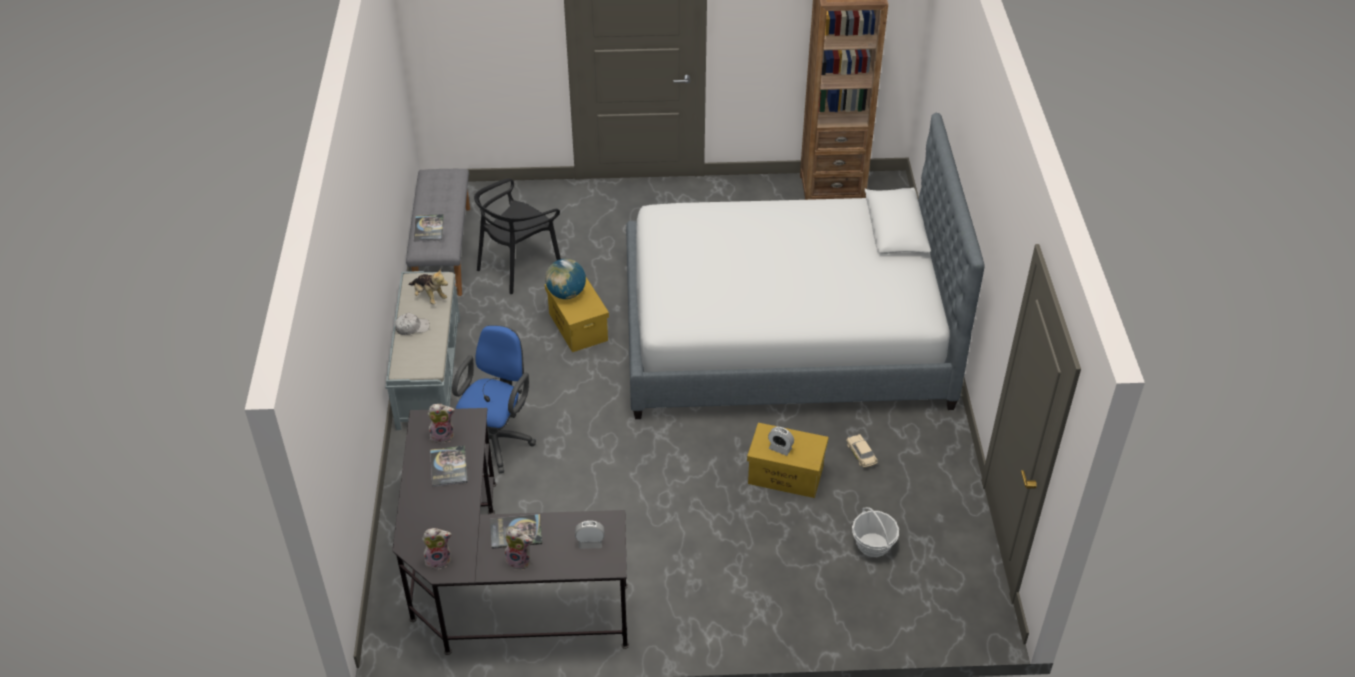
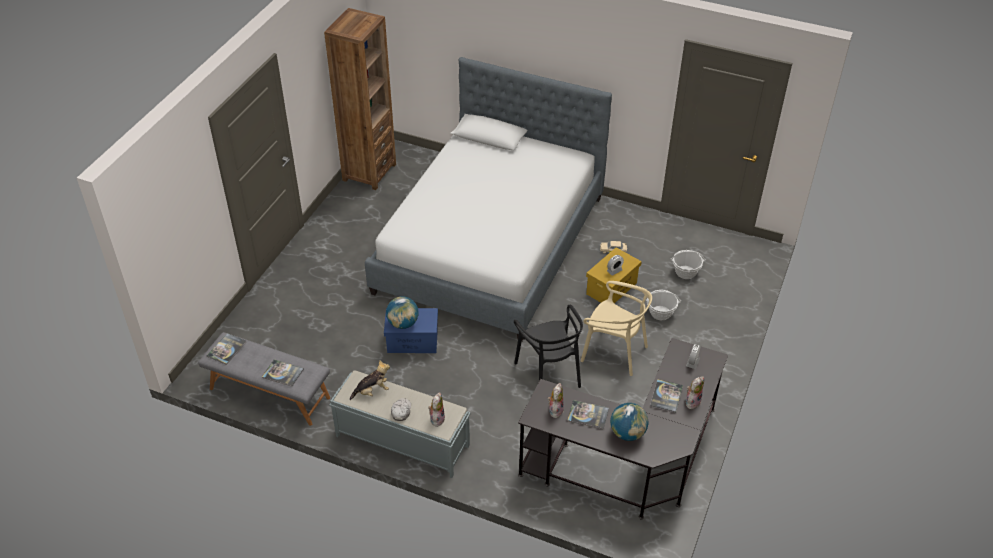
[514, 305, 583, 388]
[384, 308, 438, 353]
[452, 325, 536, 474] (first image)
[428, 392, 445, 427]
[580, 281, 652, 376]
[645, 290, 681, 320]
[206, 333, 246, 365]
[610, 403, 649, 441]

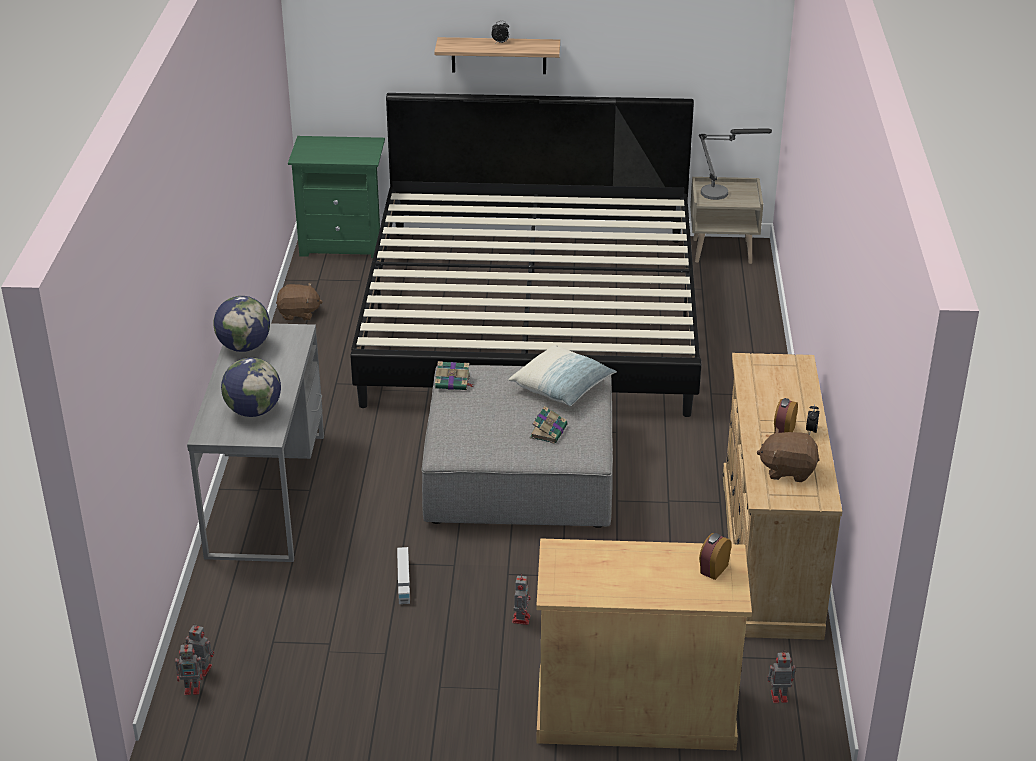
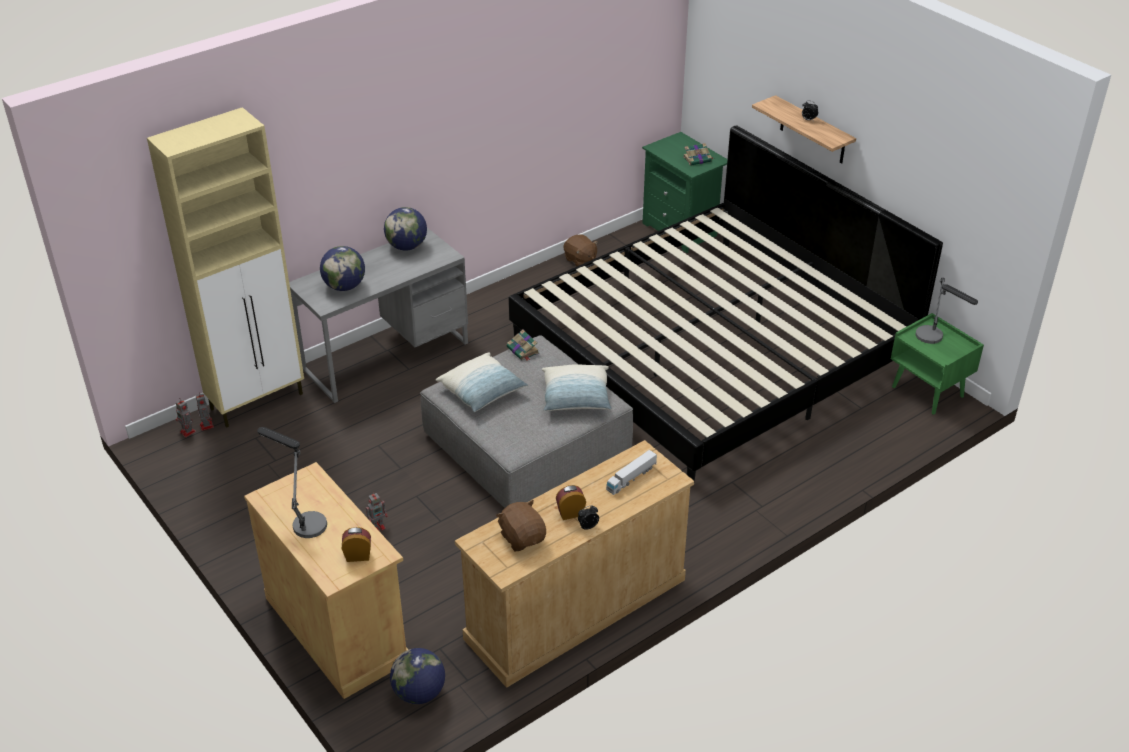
[891, 313, 984, 415]
[683, 143, 714, 166]
[606, 450, 657, 495]
[390, 648, 445, 704]
[147, 107, 304, 428]
[436, 352, 528, 412]
[257, 427, 327, 538]

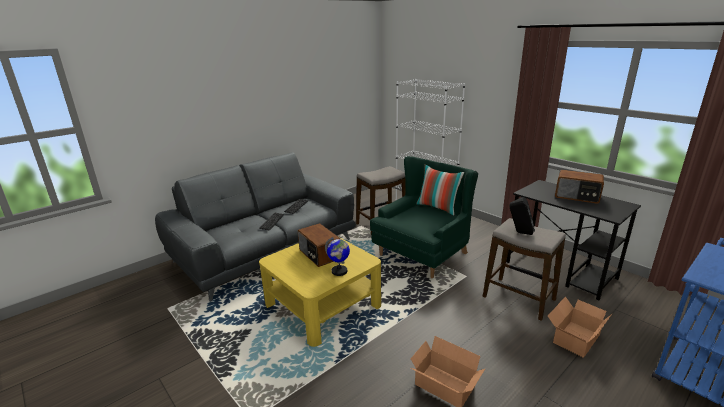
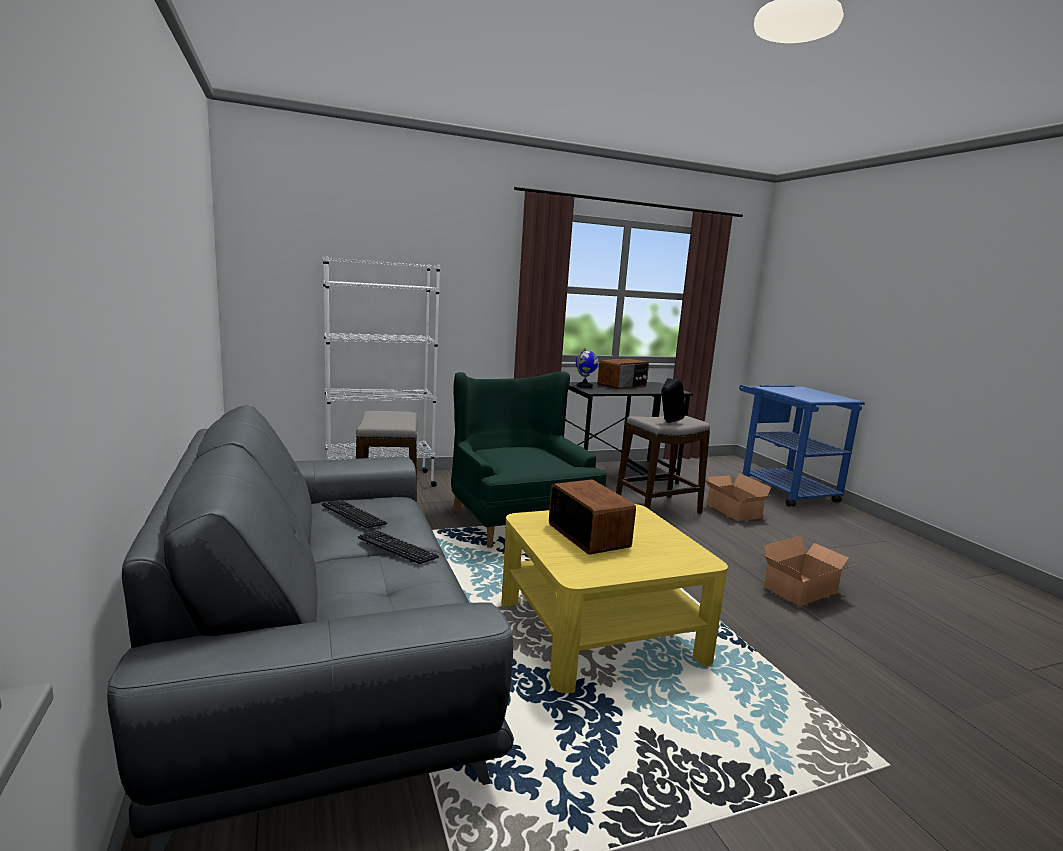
[416, 164, 464, 215] (first image)
[549, 479, 636, 555]
[576, 348, 598, 388]

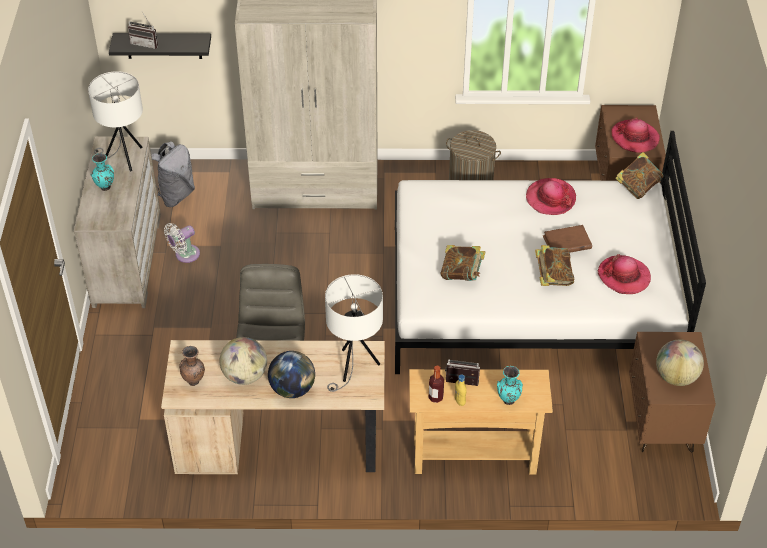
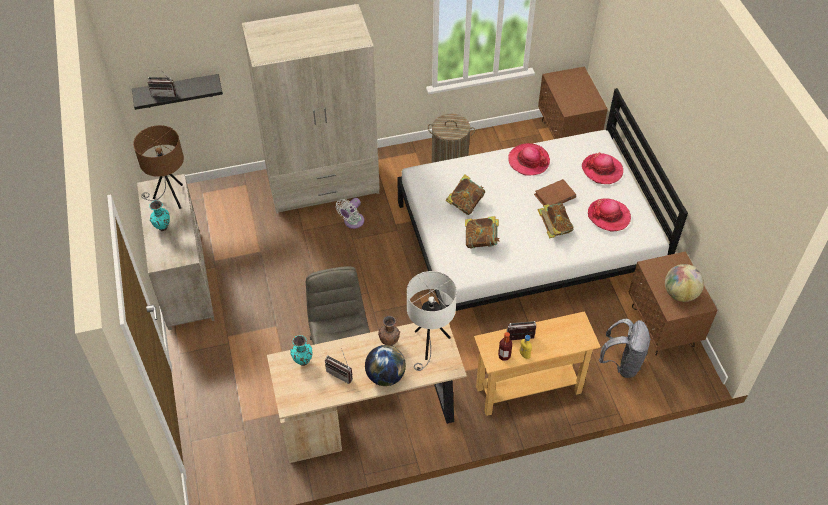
[133, 125, 184, 209]
[581, 152, 623, 184]
[599, 319, 651, 378]
[445, 174, 485, 215]
[336, 198, 364, 229]
[325, 348, 353, 384]
[378, 316, 400, 346]
[290, 335, 313, 366]

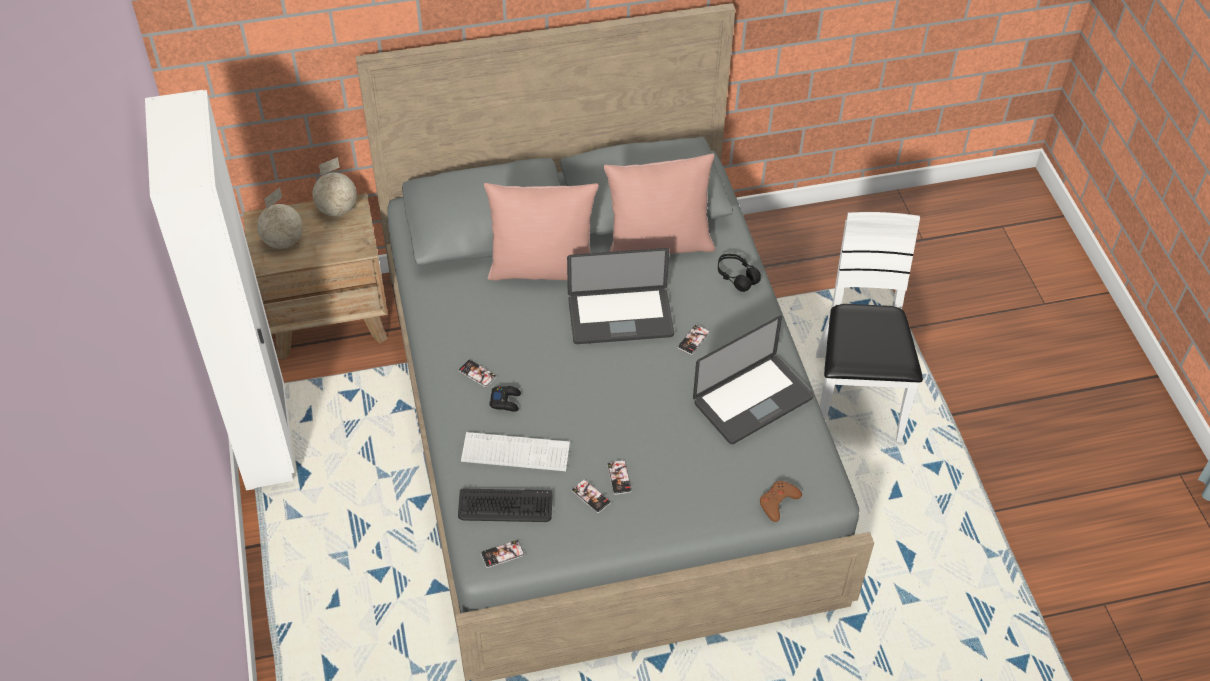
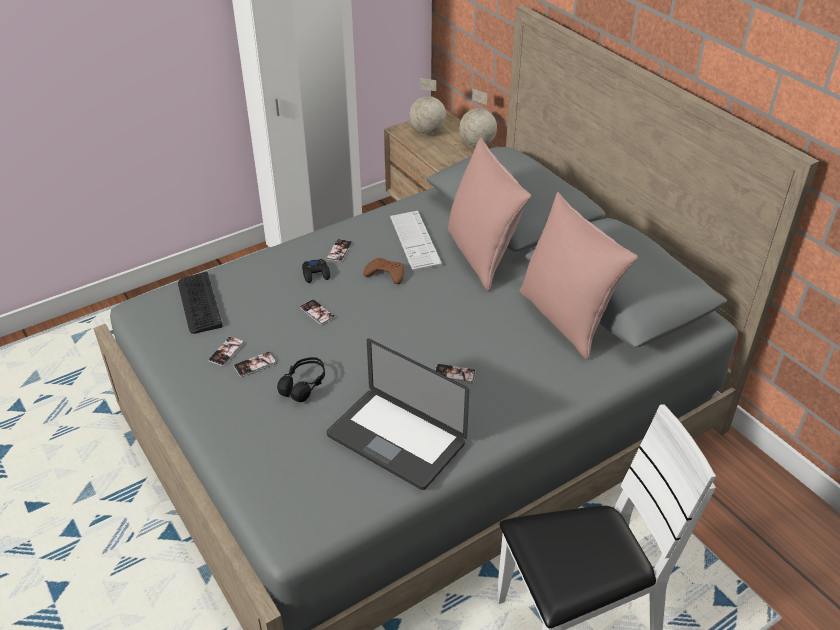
[567, 248, 674, 344] (first image)
[277, 357, 325, 402]
[390, 211, 442, 271]
[363, 258, 404, 284]
[300, 300, 335, 325]

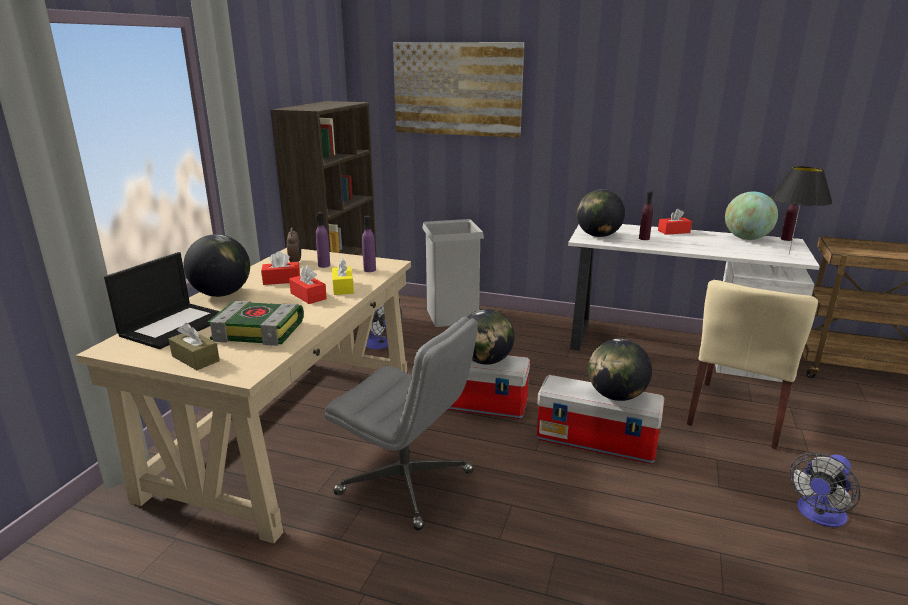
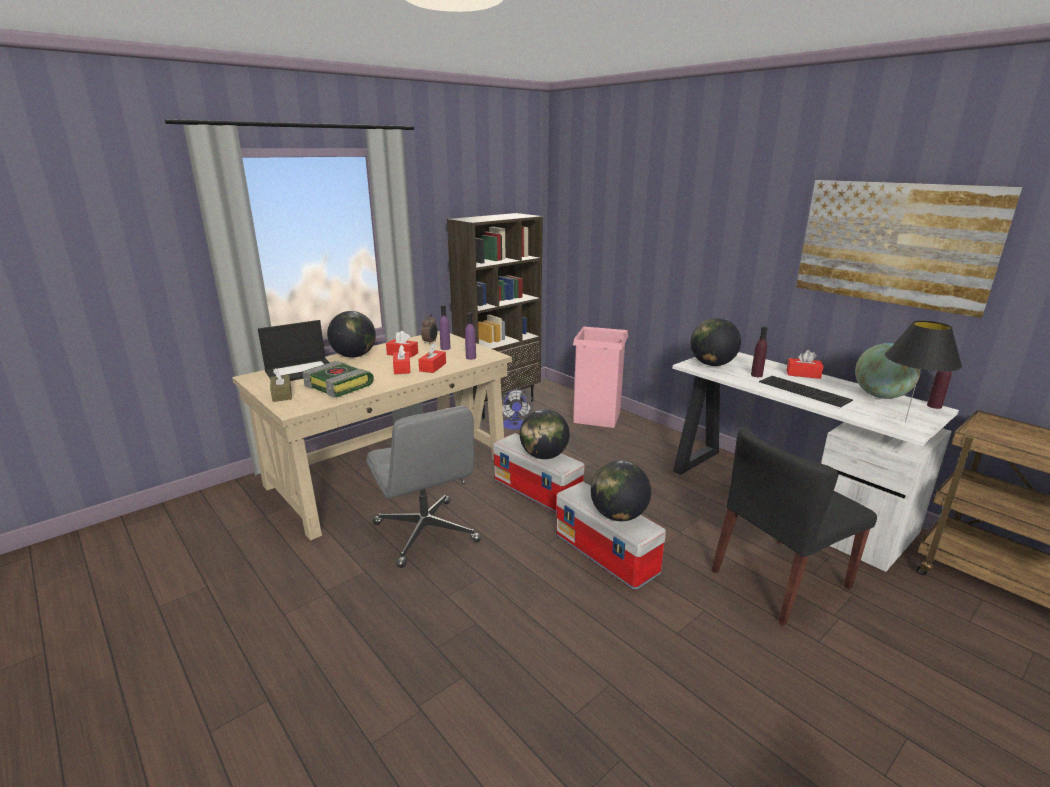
[796, 180, 1022, 318]
[573, 327, 628, 428]
[418, 343, 446, 373]
[711, 427, 877, 626]
[789, 453, 860, 527] (first image)
[759, 376, 853, 407]

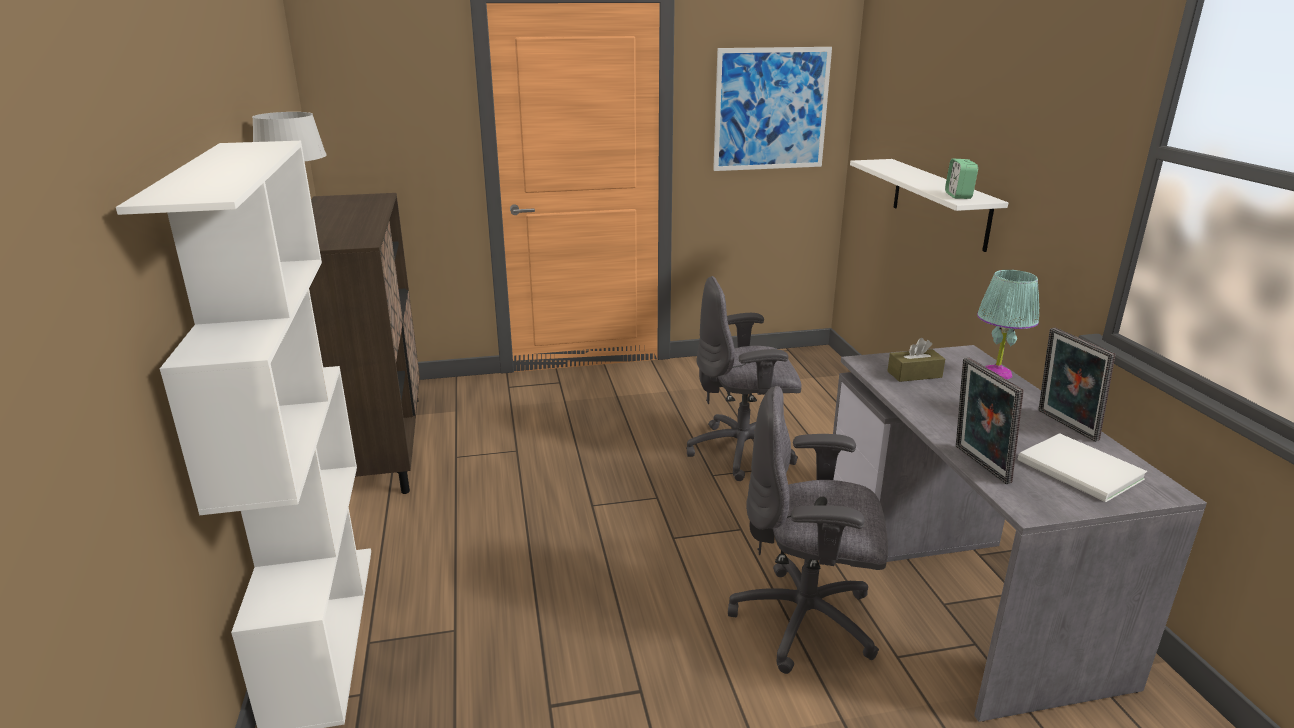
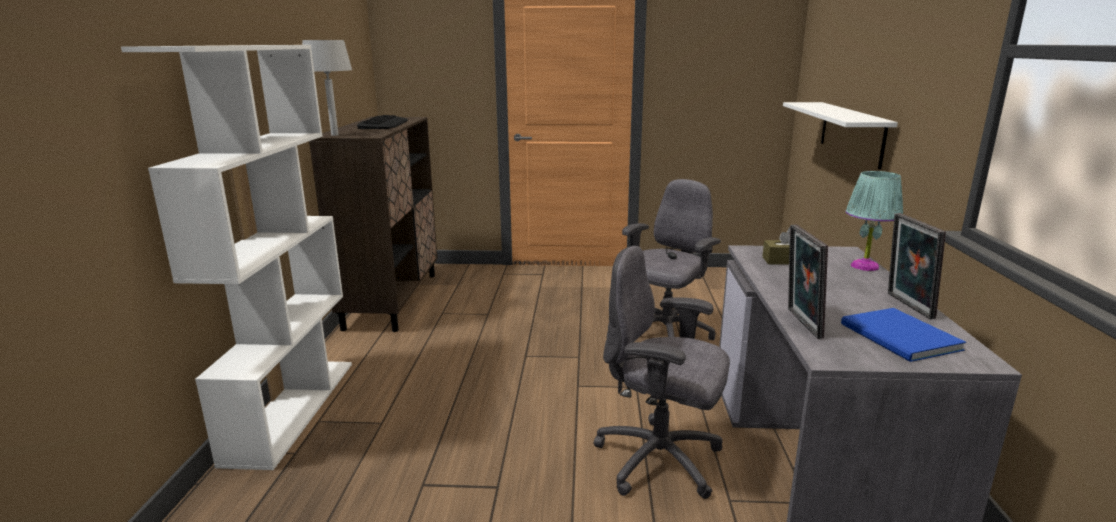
[713, 47, 832, 171] (first image)
[945, 159, 978, 199] (first image)
[622, 179, 721, 340]
[841, 308, 966, 362]
[357, 115, 408, 129]

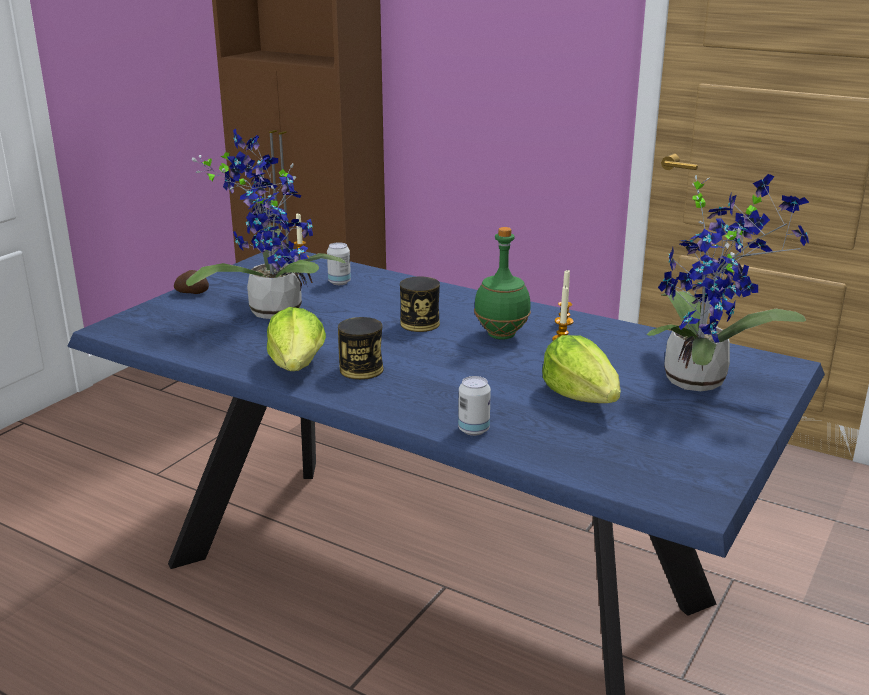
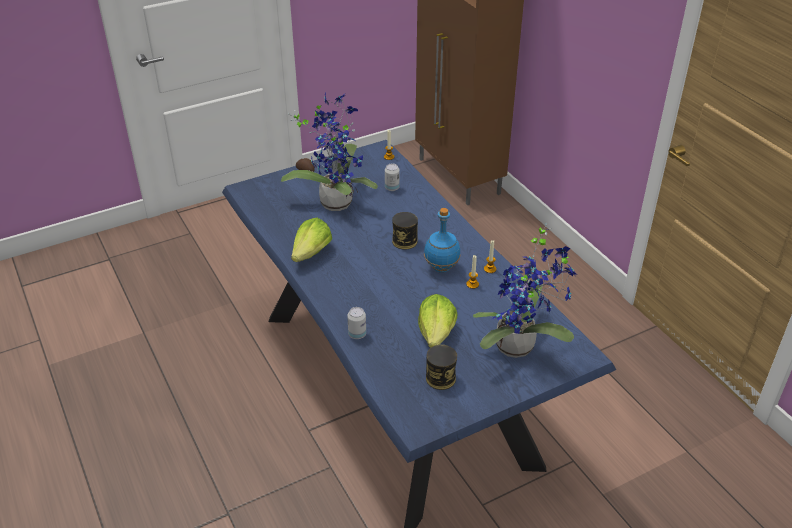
[424, 208, 460, 273]
[426, 345, 457, 390]

